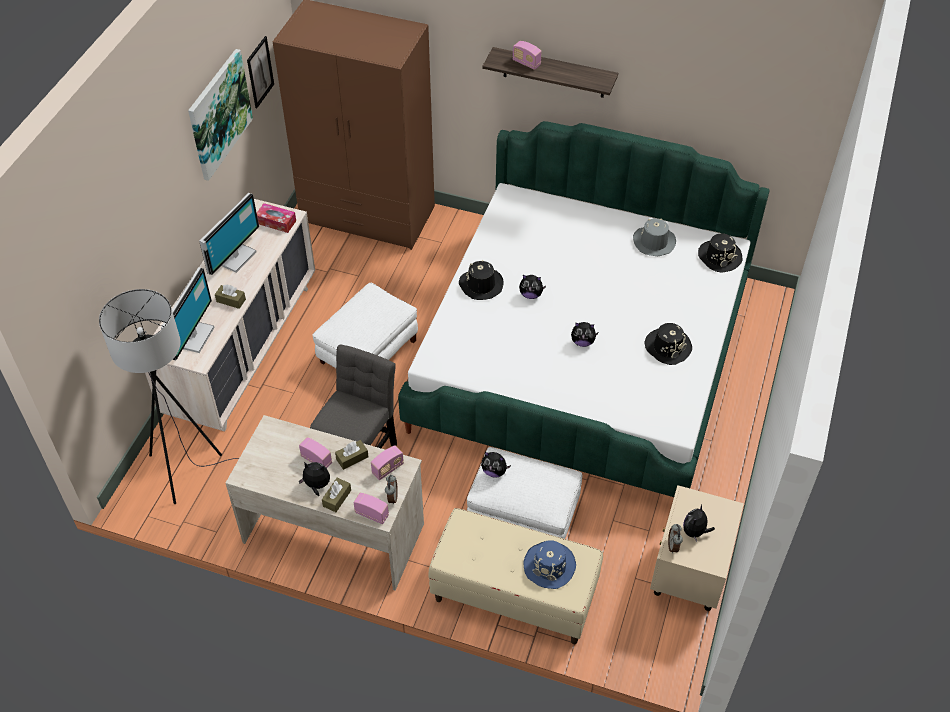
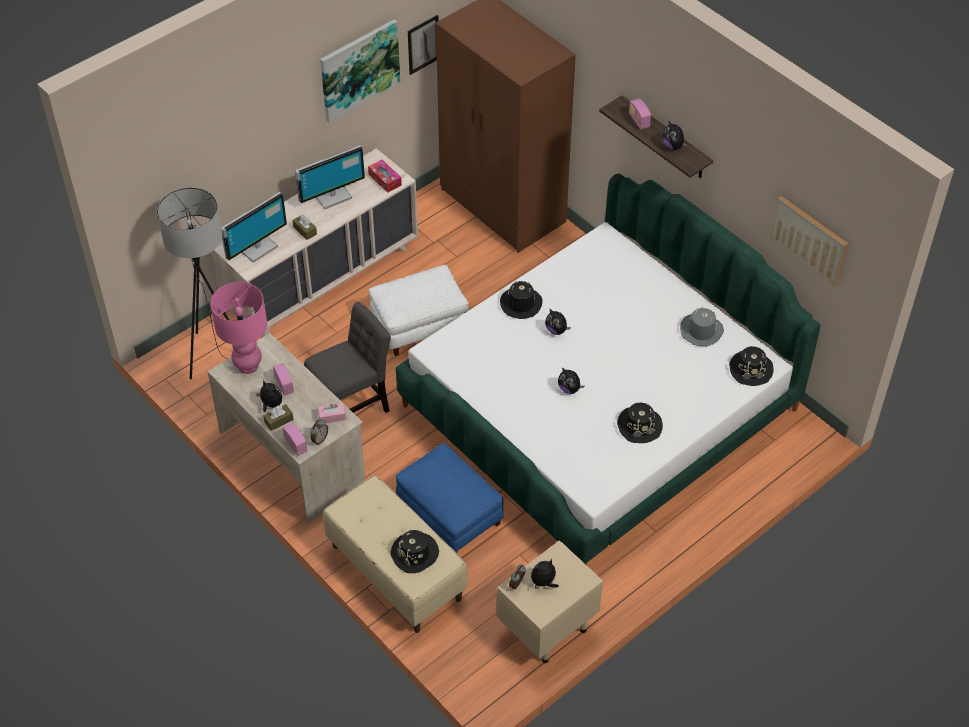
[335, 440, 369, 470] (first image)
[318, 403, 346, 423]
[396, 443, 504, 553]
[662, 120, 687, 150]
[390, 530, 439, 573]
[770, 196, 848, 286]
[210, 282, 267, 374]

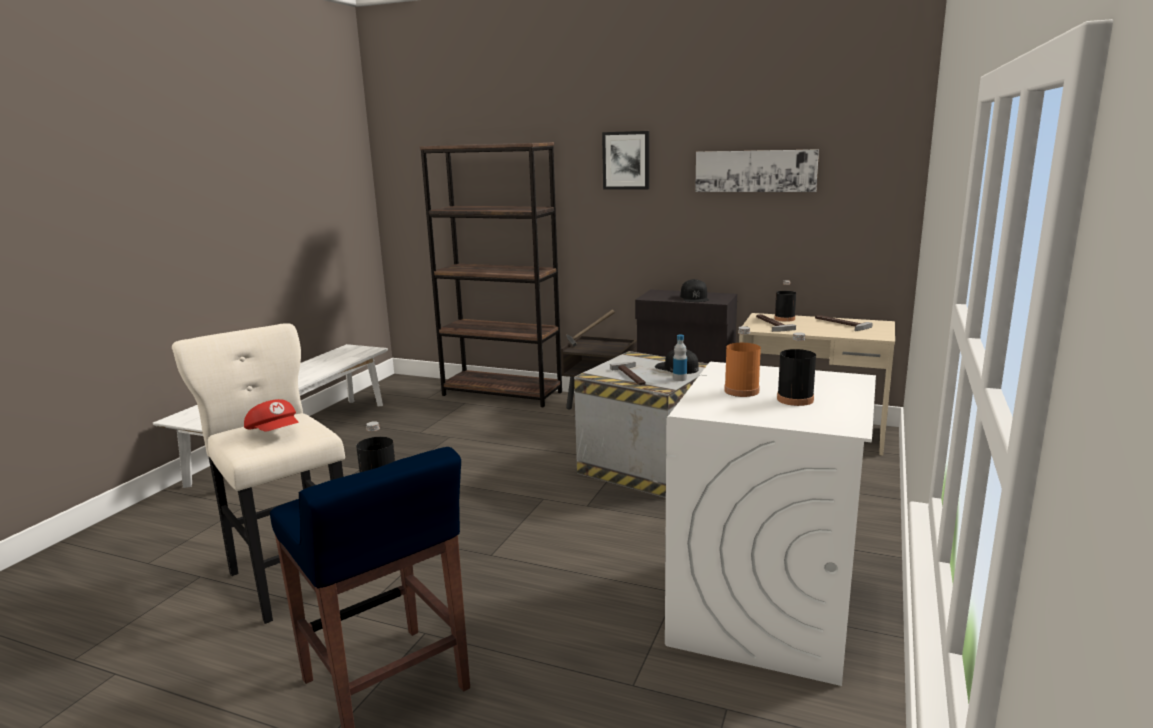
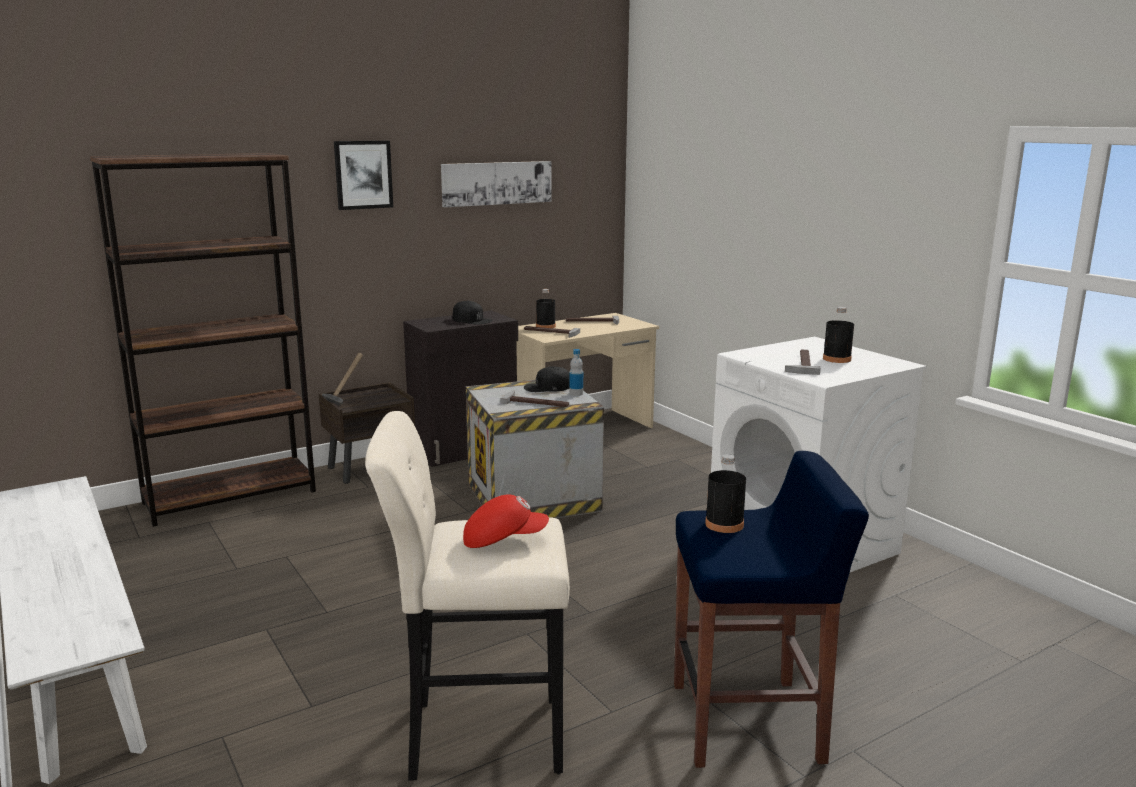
[785, 350, 820, 375]

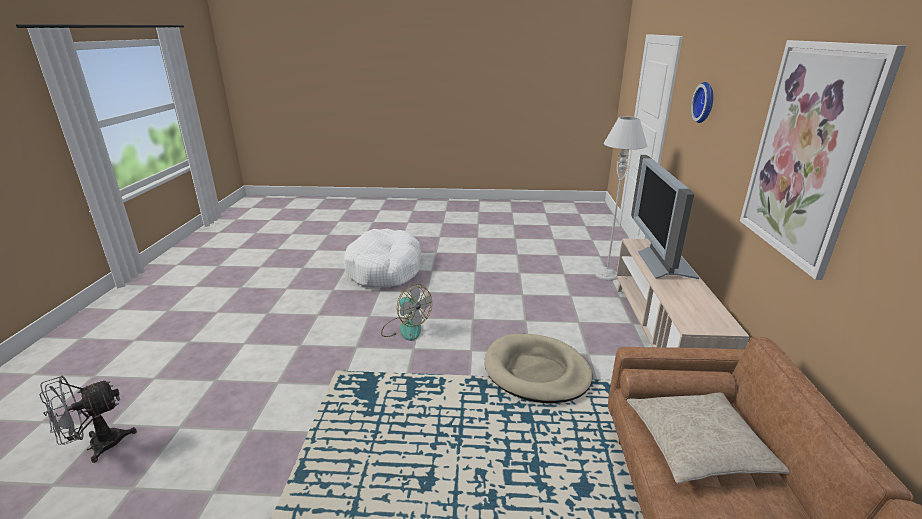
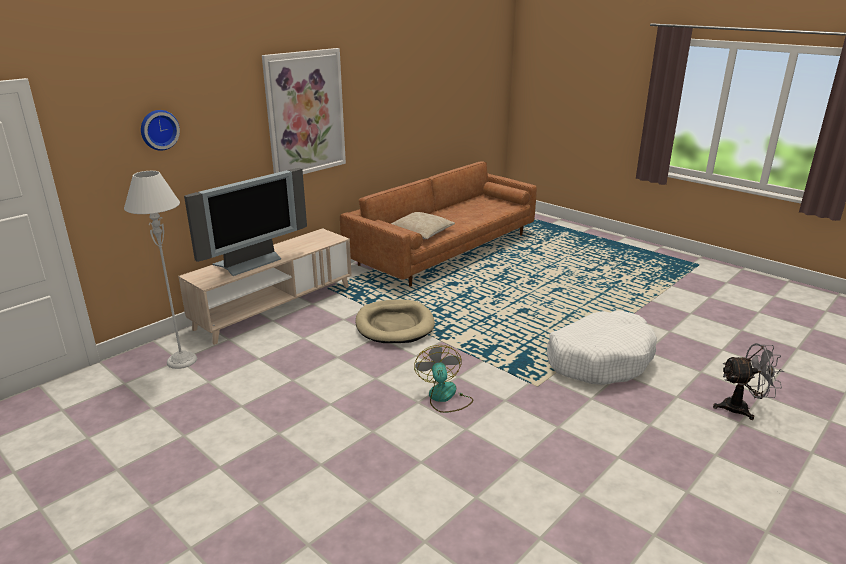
[547, 310, 657, 385]

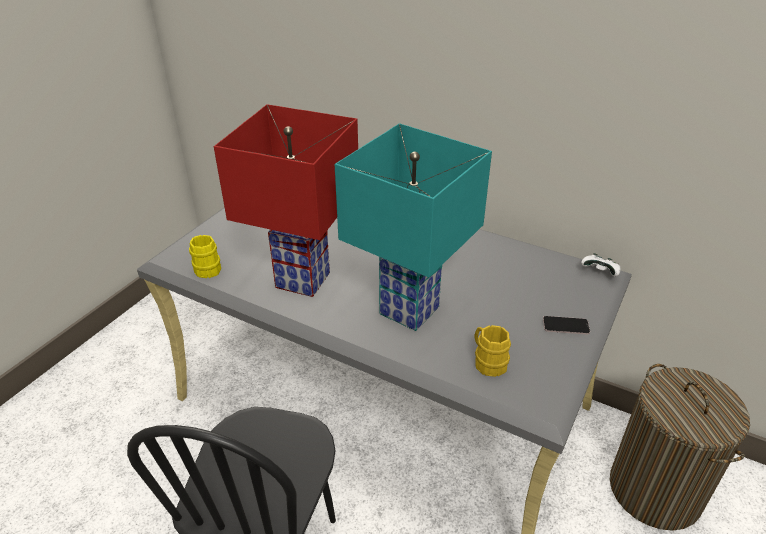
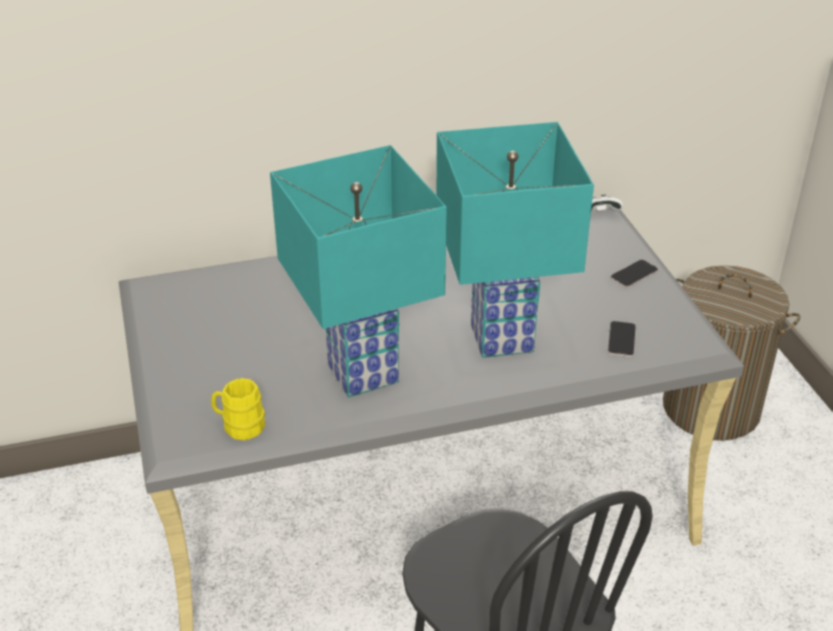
[270, 145, 447, 397]
[608, 321, 636, 357]

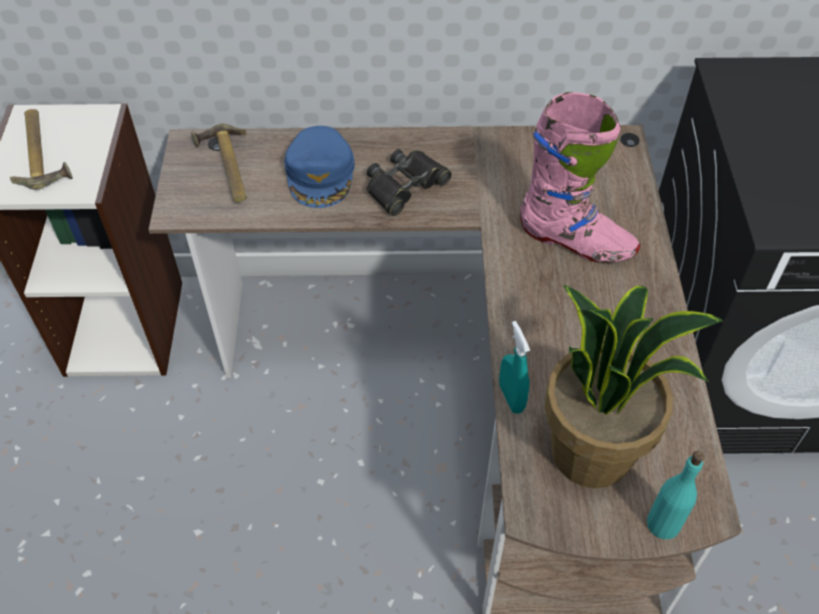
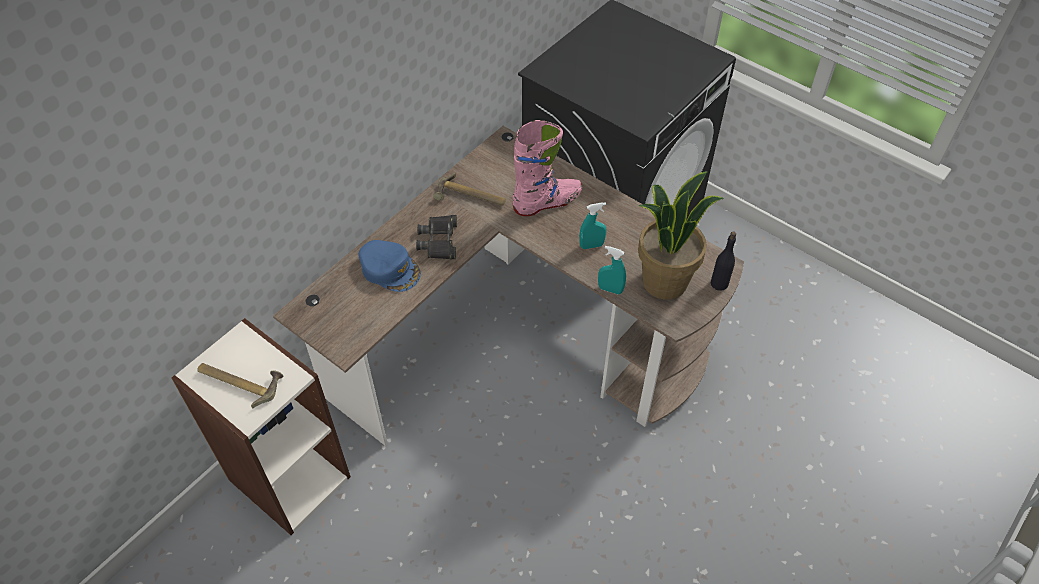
[433, 173, 506, 206]
[711, 231, 736, 291]
[579, 202, 606, 249]

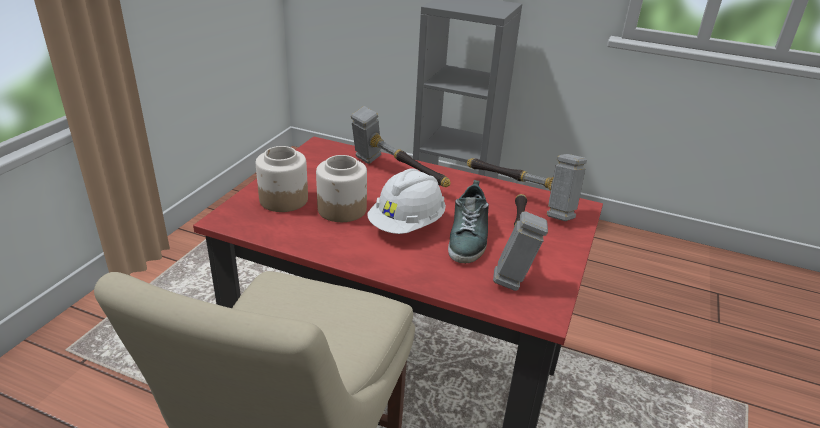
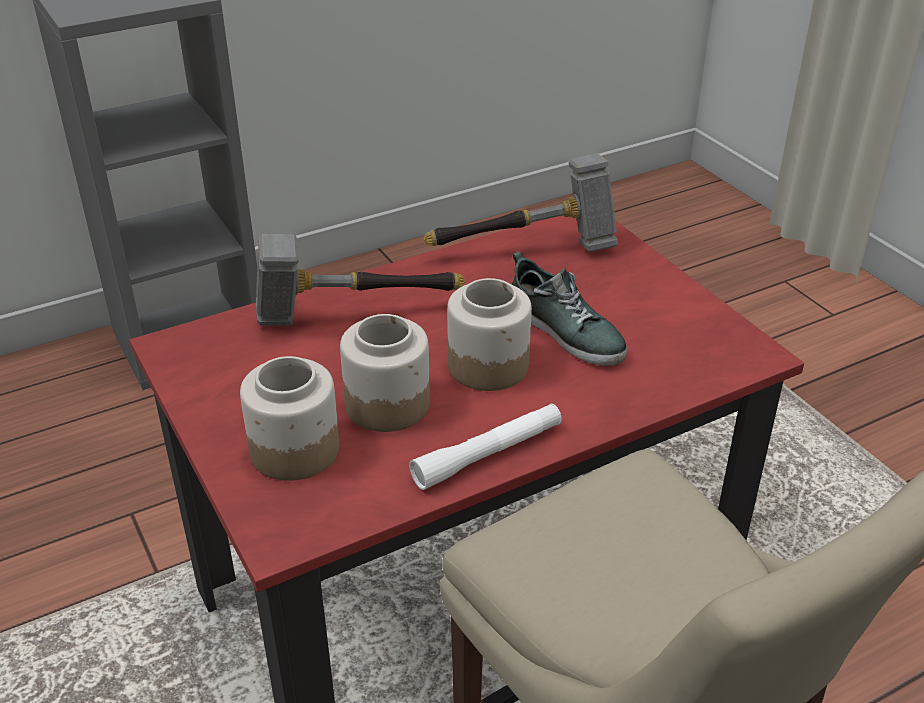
[447, 278, 532, 391]
[493, 194, 548, 291] (first image)
[409, 403, 562, 490]

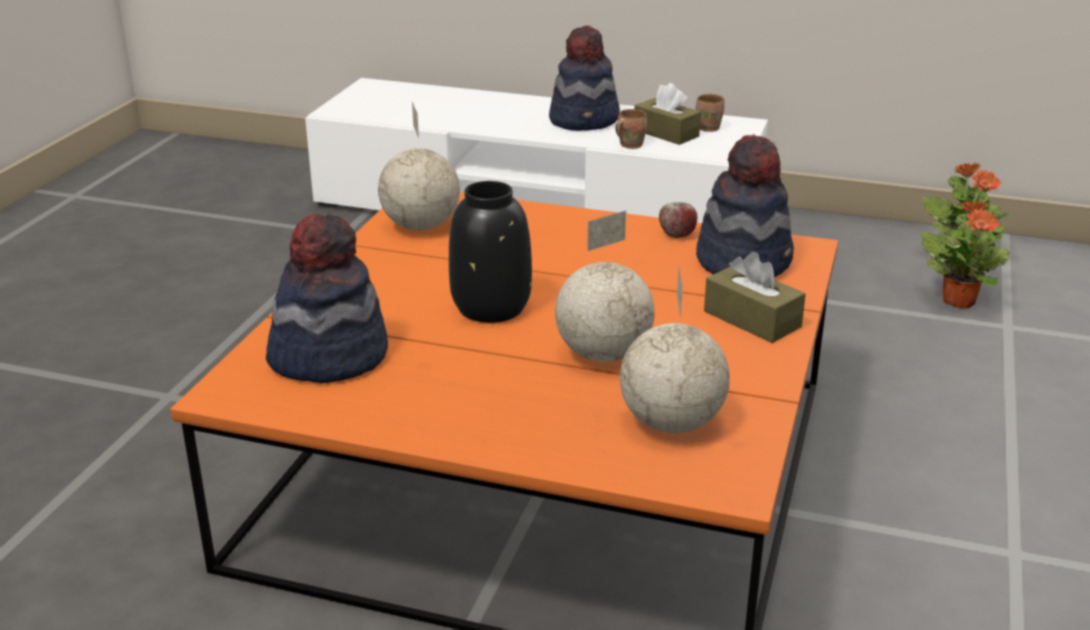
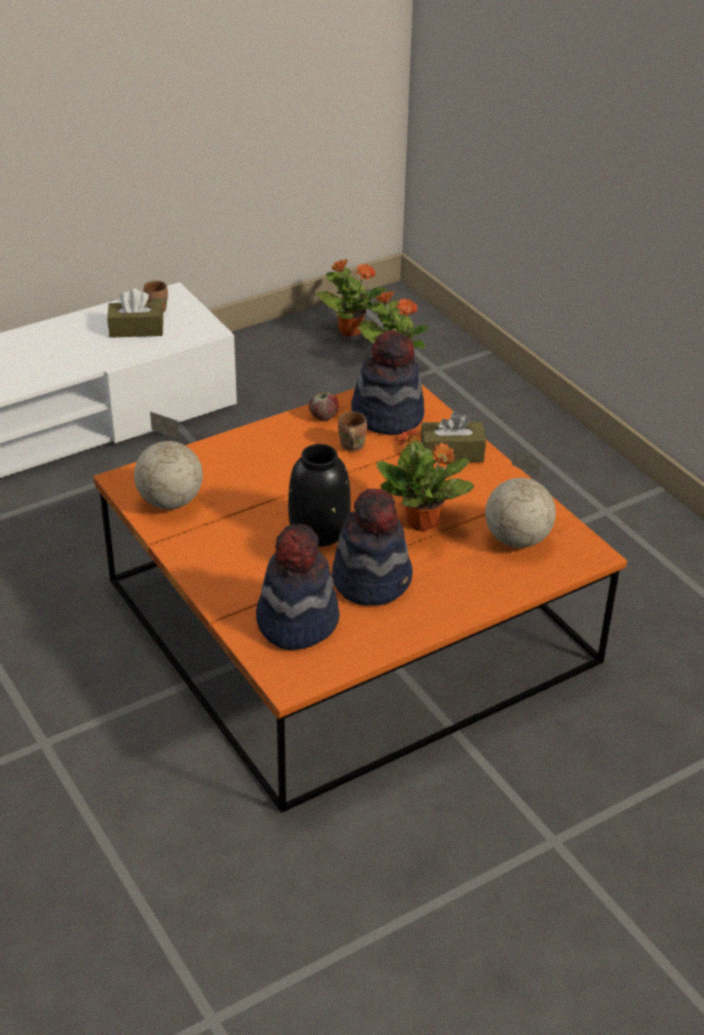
[332, 488, 413, 605]
[338, 412, 367, 452]
[376, 428, 474, 532]

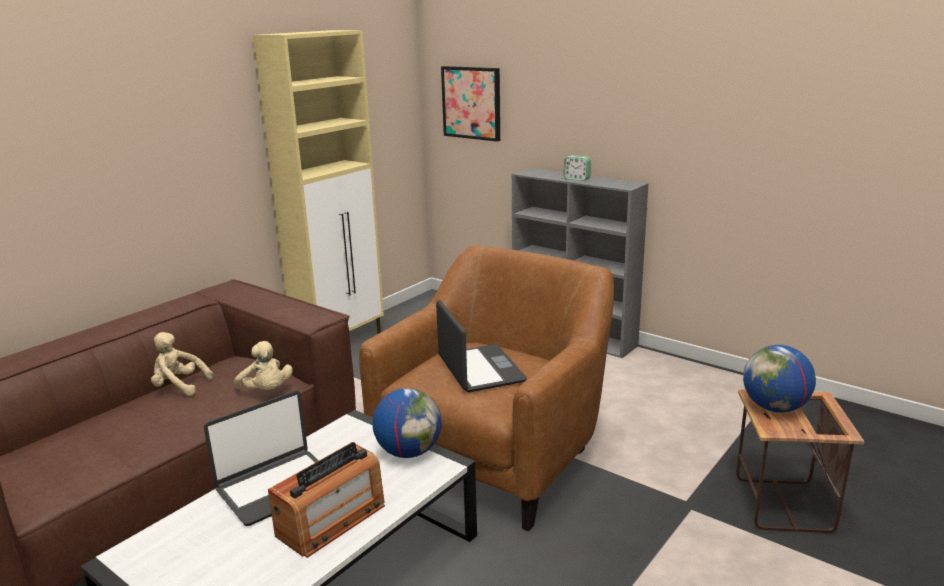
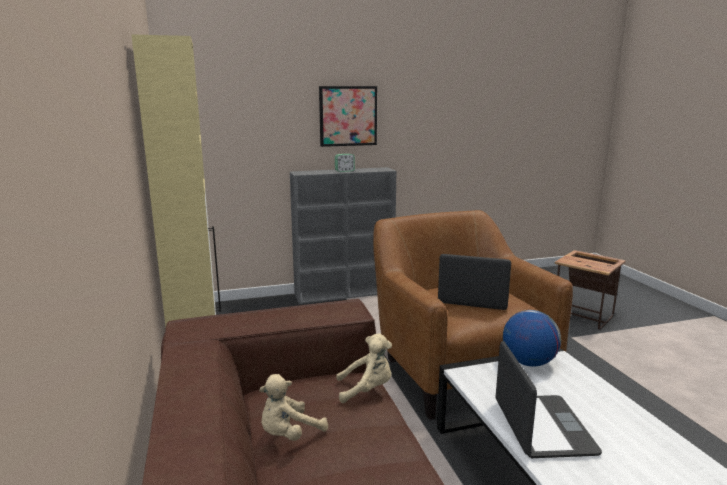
[319, 86, 377, 147]
[743, 345, 816, 412] (first image)
[268, 442, 385, 558] (first image)

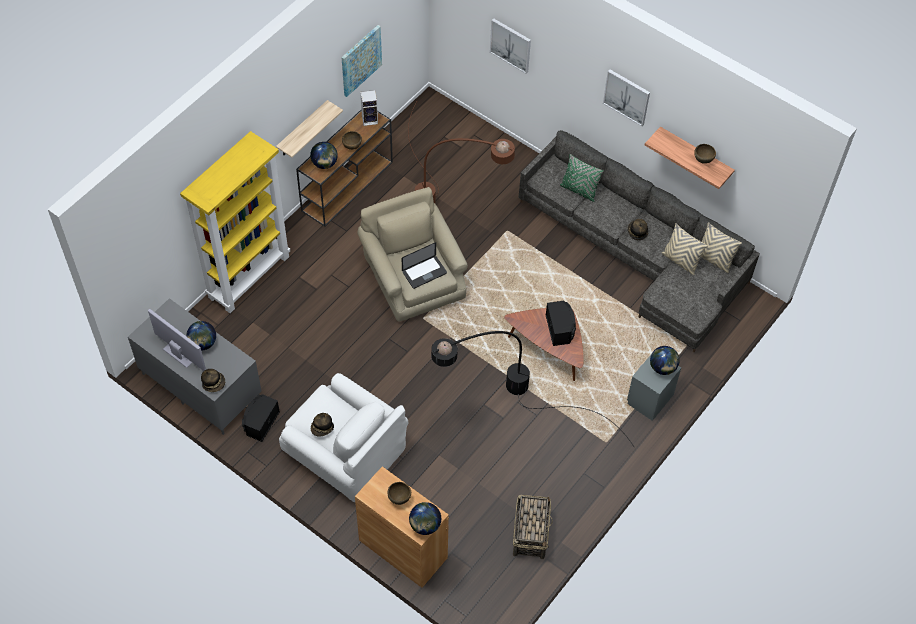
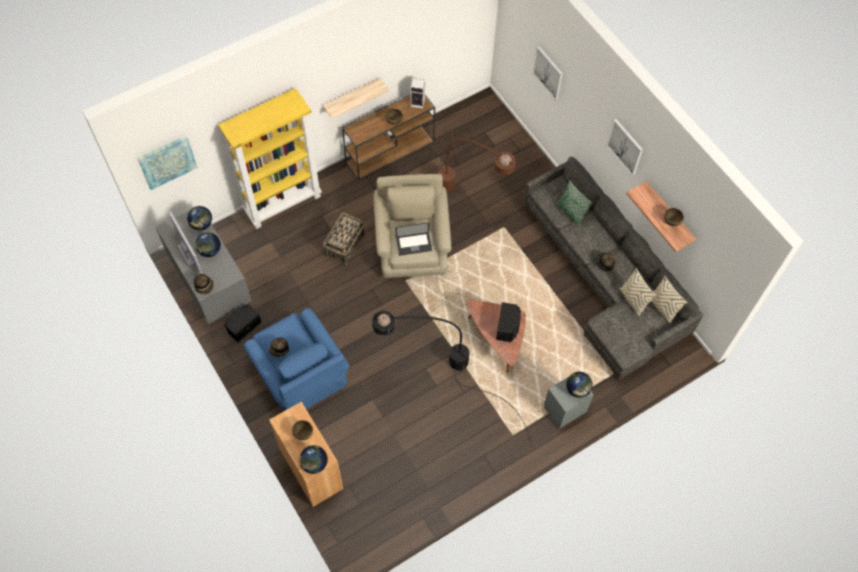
[137, 136, 198, 190]
[187, 206, 212, 231]
[244, 308, 349, 411]
[323, 213, 365, 265]

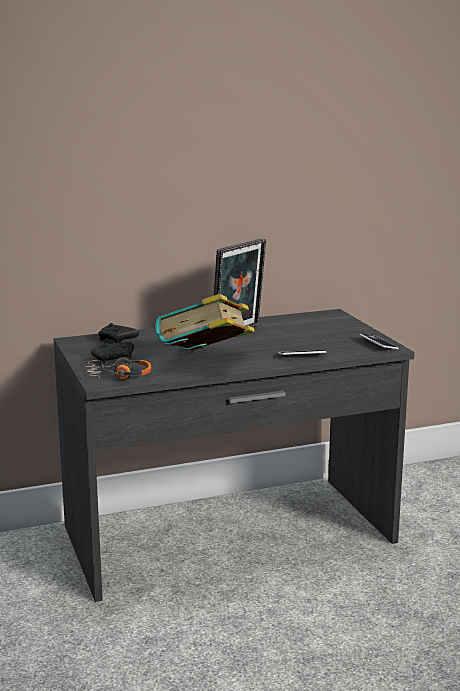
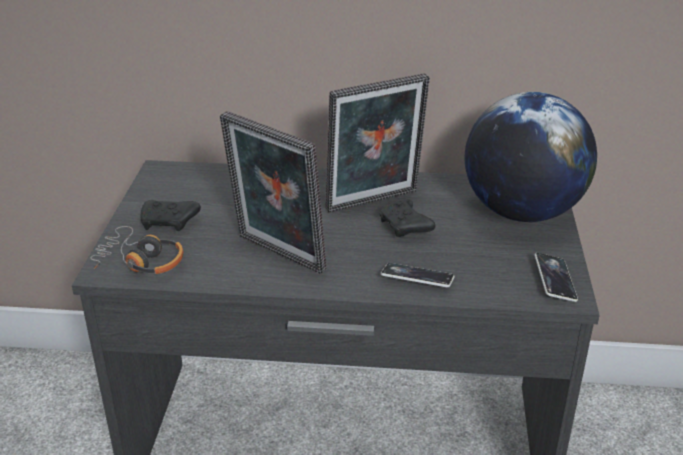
[220, 111, 327, 274]
[379, 199, 435, 237]
[465, 92, 597, 222]

